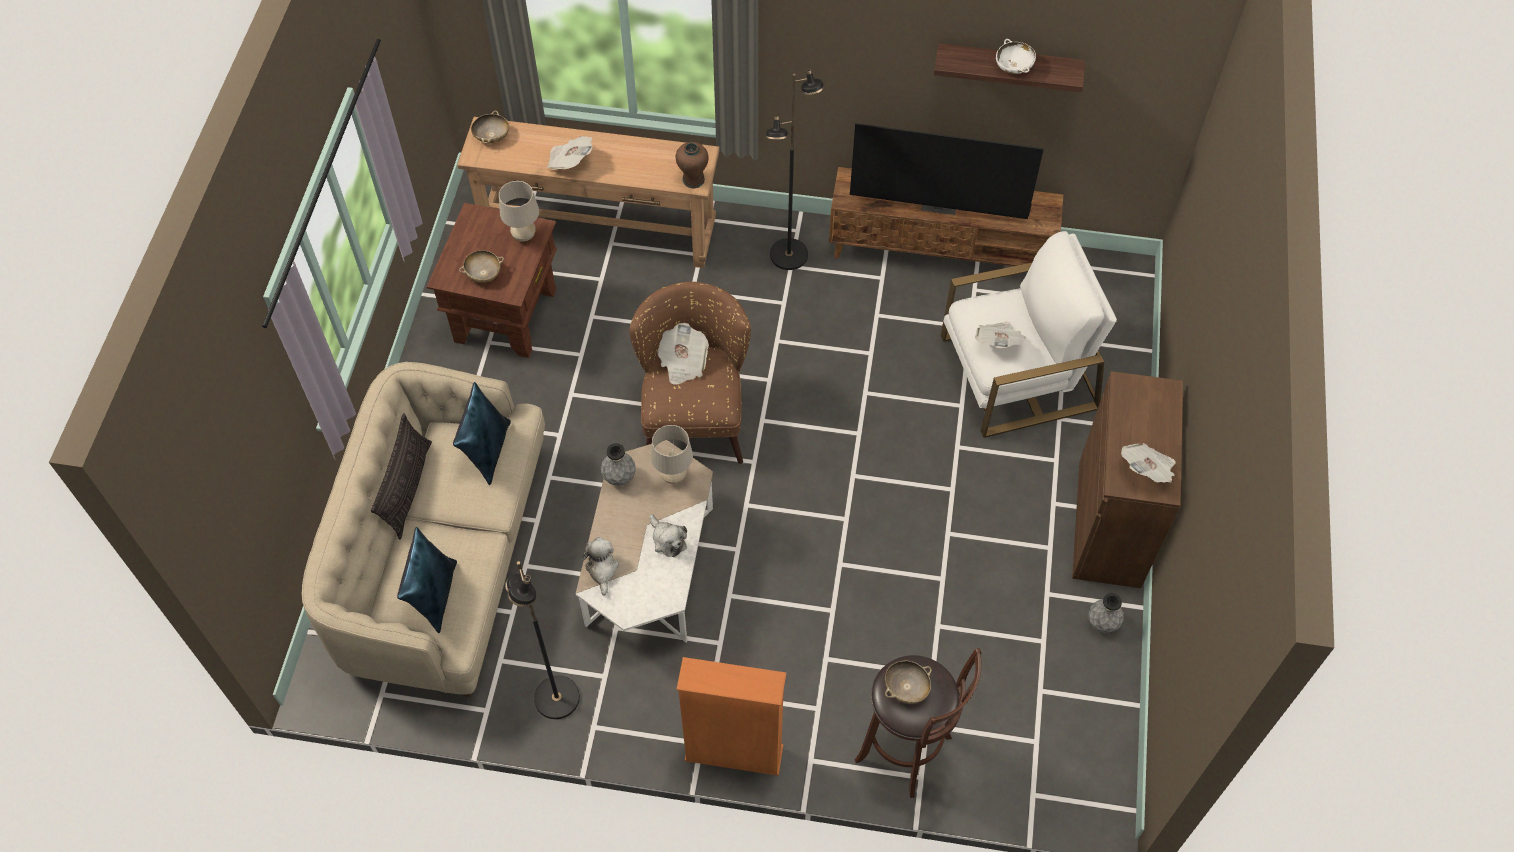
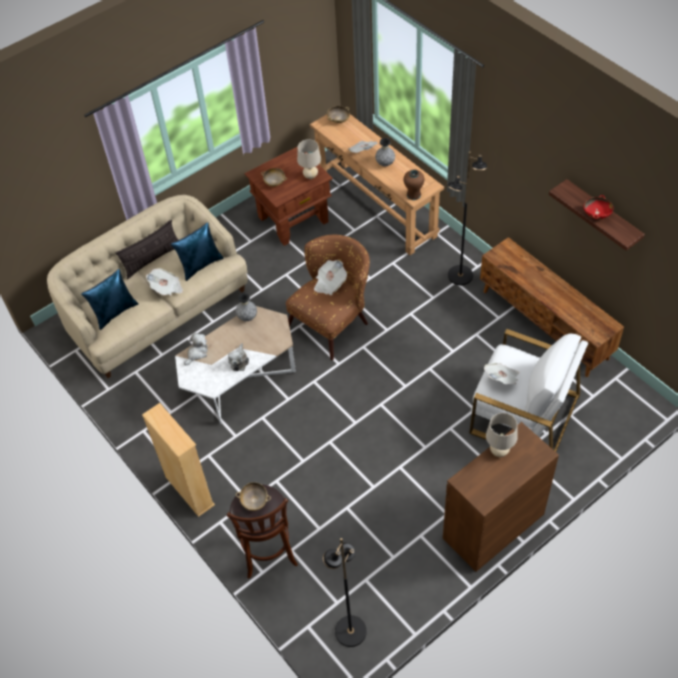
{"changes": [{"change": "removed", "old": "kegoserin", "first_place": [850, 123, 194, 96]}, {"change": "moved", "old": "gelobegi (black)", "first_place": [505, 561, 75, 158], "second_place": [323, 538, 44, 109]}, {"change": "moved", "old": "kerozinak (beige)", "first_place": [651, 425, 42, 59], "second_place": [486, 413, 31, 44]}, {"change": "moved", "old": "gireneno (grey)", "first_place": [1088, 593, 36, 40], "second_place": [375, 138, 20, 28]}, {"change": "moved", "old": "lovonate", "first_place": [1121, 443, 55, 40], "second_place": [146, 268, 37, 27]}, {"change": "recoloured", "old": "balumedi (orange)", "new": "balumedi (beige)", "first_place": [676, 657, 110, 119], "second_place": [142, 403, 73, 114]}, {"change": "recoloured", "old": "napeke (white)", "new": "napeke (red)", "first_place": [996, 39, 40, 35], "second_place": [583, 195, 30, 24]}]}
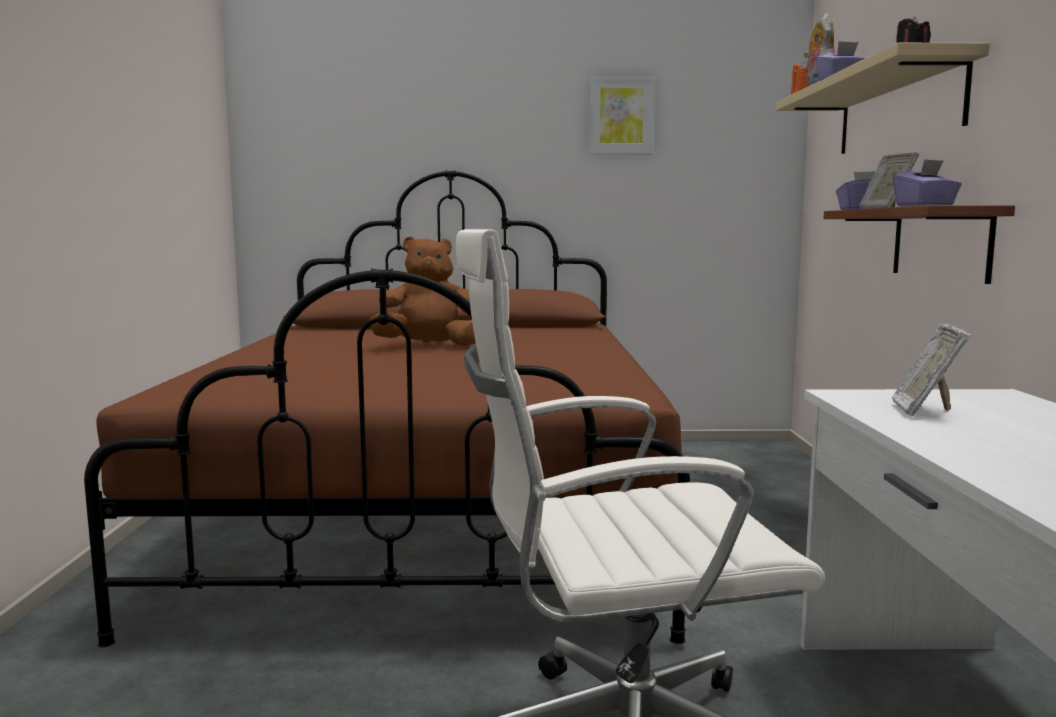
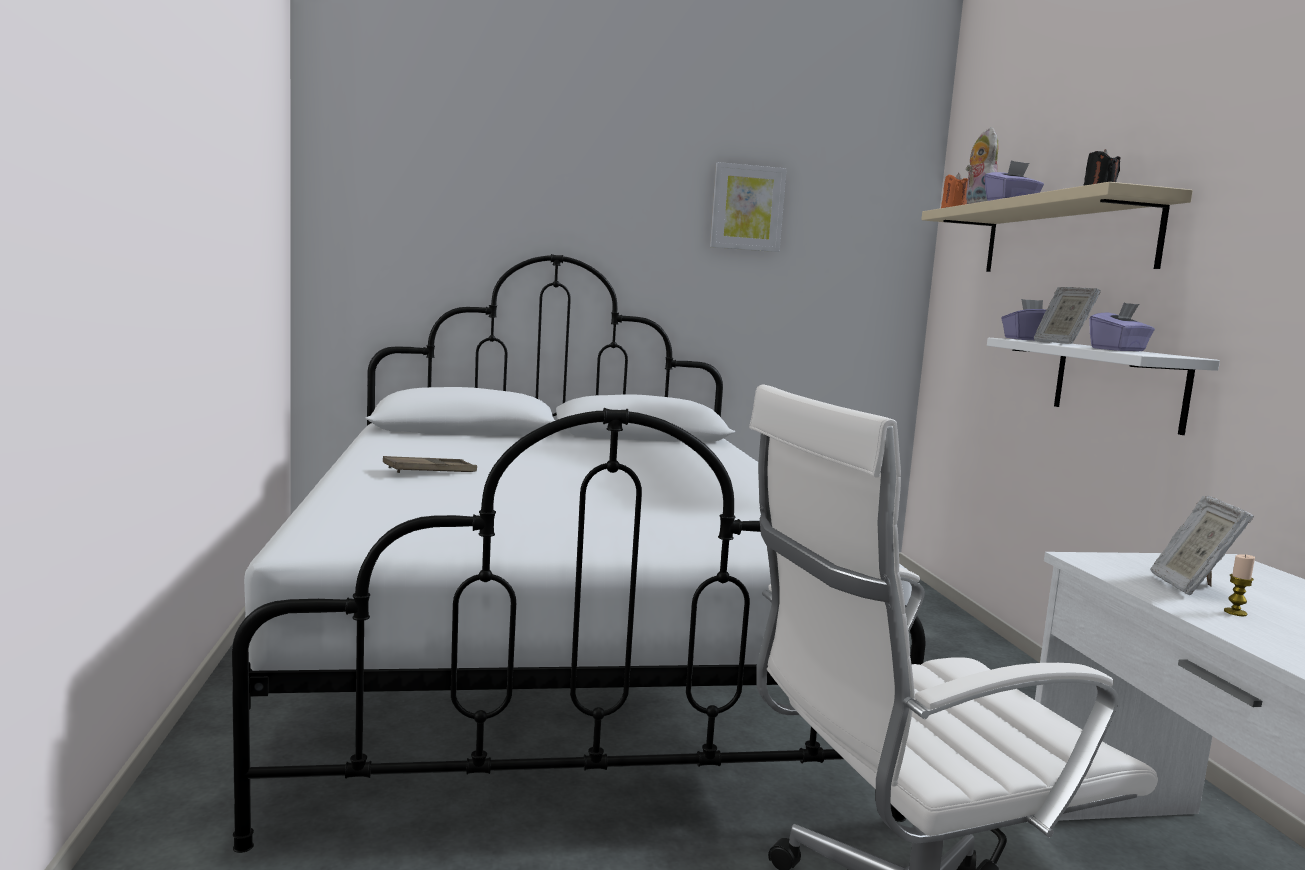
{"changes": [{"change": "removed", "old": "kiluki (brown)", "first_place": [369, 236, 107, 110]}, {"change": "added", "new": "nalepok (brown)", "second_place": [383, 456, 94, 17]}, {"change": "added", "new": "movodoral", "second_place": [1224, 554, 31, 62]}, {"change": "recoloured", "old": "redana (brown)", "new": "redana (white)", "first_place": [84, 170, 606, 477], "second_place": [232, 254, 693, 599]}, {"change": "recoloured", "old": "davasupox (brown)", "new": "davasupox (white)", "first_place": [824, 205, 191, 79], "second_place": [987, 338, 233, 97]}]}
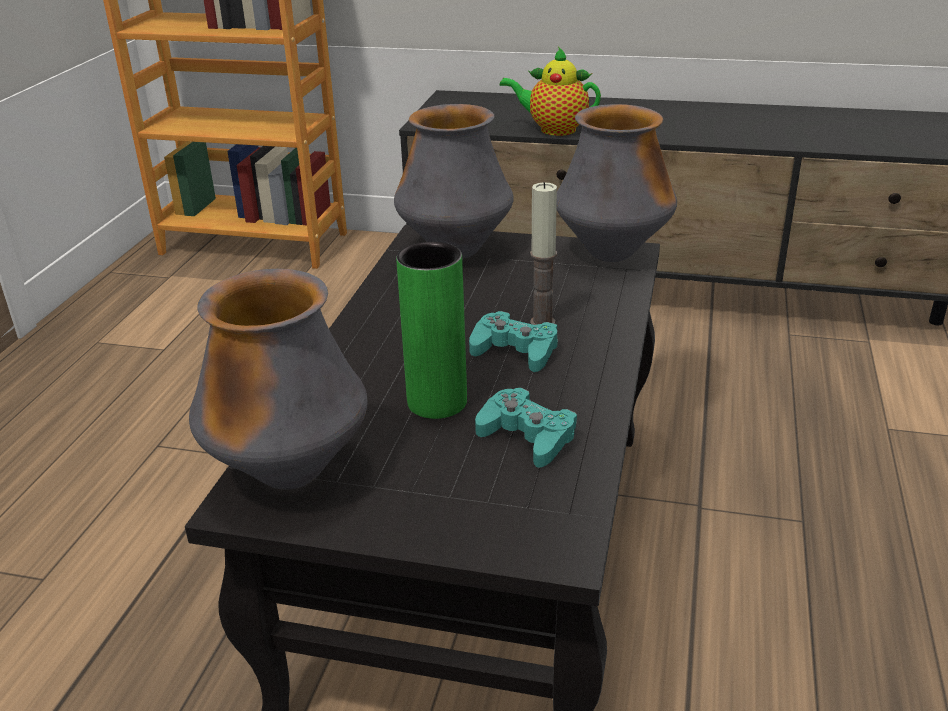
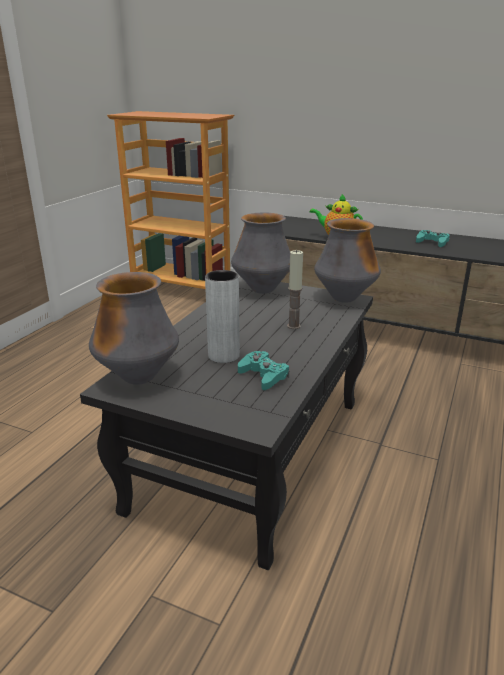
{"changes": [{"change": "moved", "old": "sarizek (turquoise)", "first_place": [469, 311, 89, 61], "second_place": [416, 230, 34, 17]}, {"change": "recoloured", "old": "gireneno (green)", "new": "gireneno (grey)", "first_place": [396, 242, 71, 177], "second_place": [205, 270, 35, 93]}]}
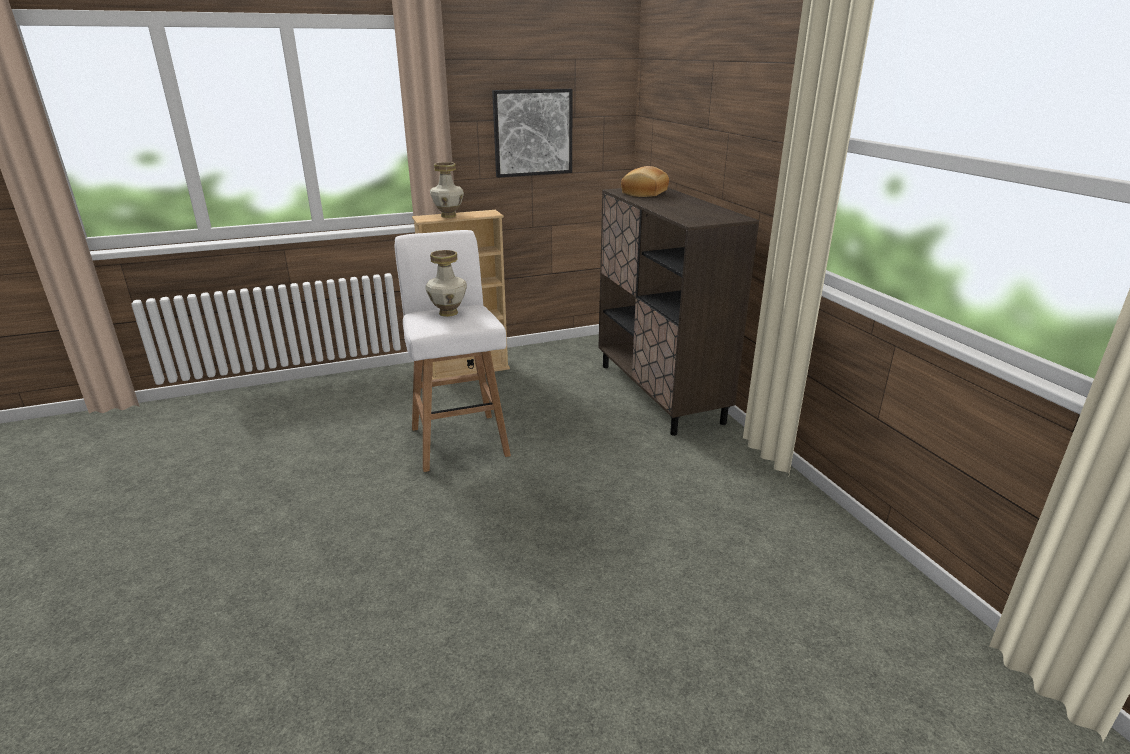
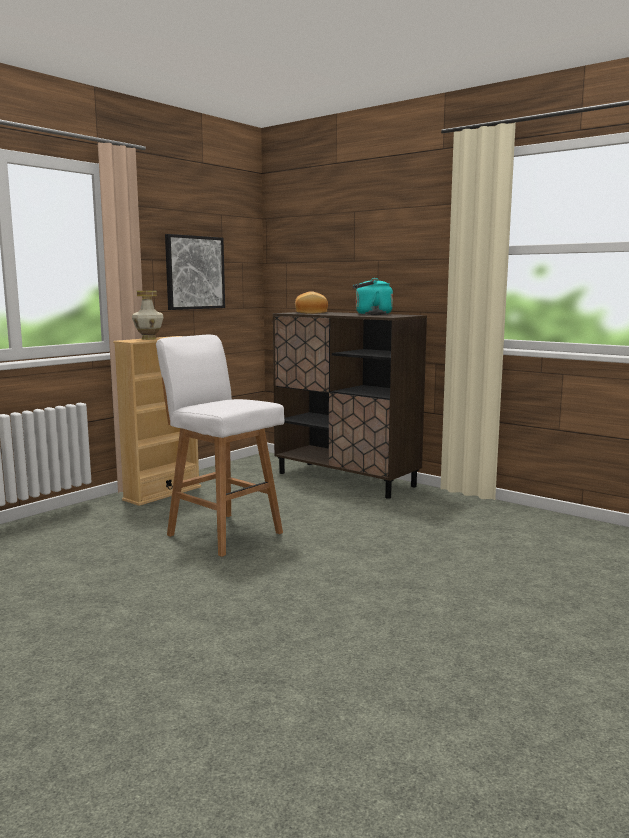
{"changes": [{"change": "removed", "old": "gireneno", "first_place": [425, 250, 42, 67]}, {"change": "added", "new": "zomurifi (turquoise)", "second_place": [353, 278, 40, 37]}]}
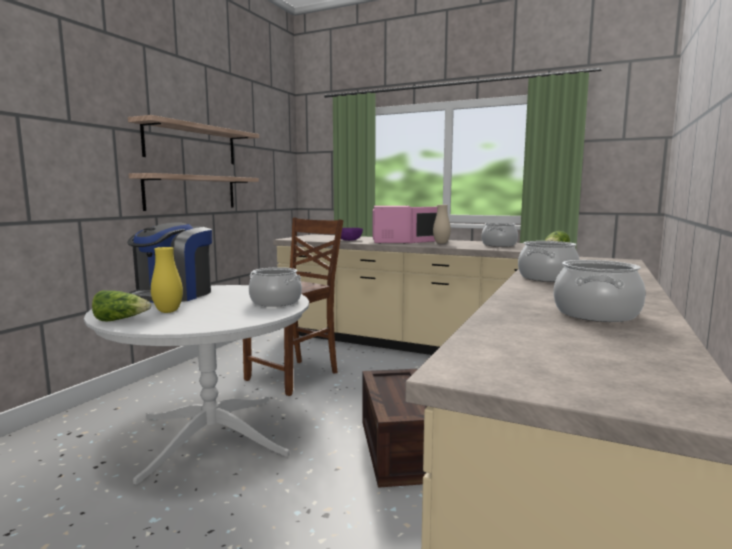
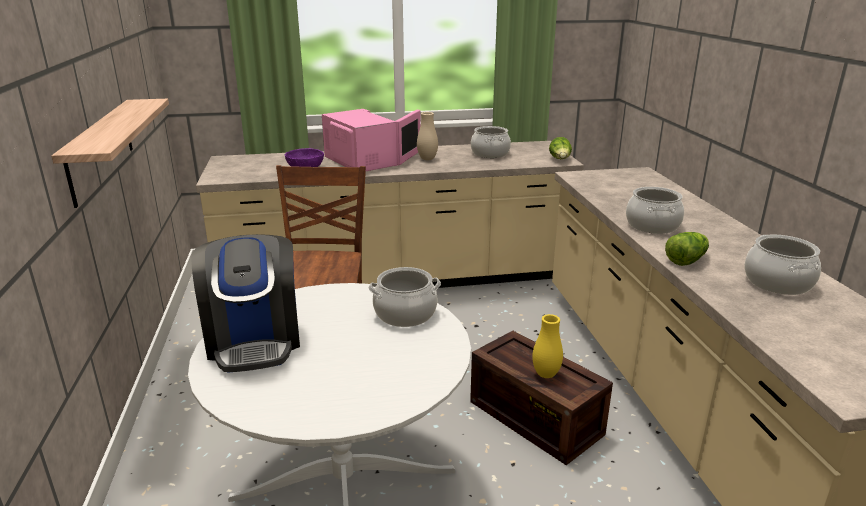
{"changes": [{"change": "removed", "old": "davasupox", "first_place": [128, 115, 131, 49]}, {"change": "moved", "old": "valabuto", "first_place": [92, 290, 59, 31], "second_place": [665, 232, 44, 34]}, {"change": "moved", "old": "gireneno (yellow)", "first_place": [151, 247, 32, 66], "second_place": [532, 314, 31, 64]}]}
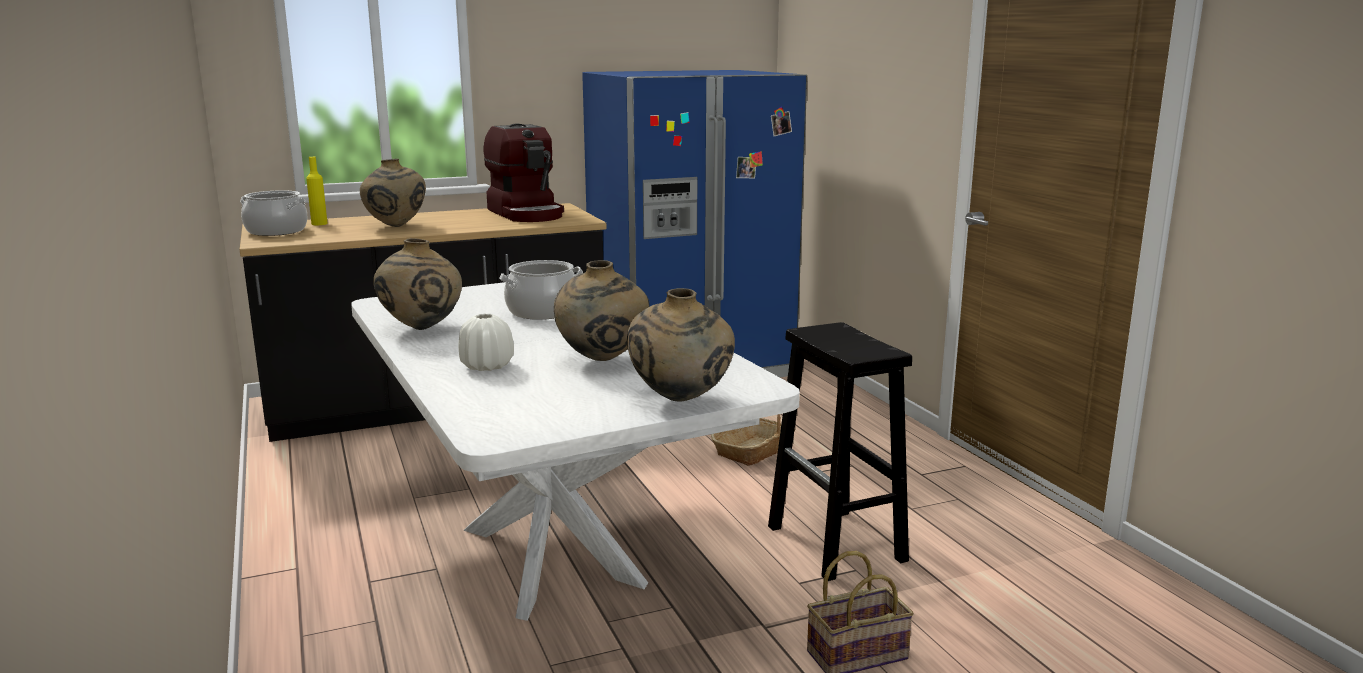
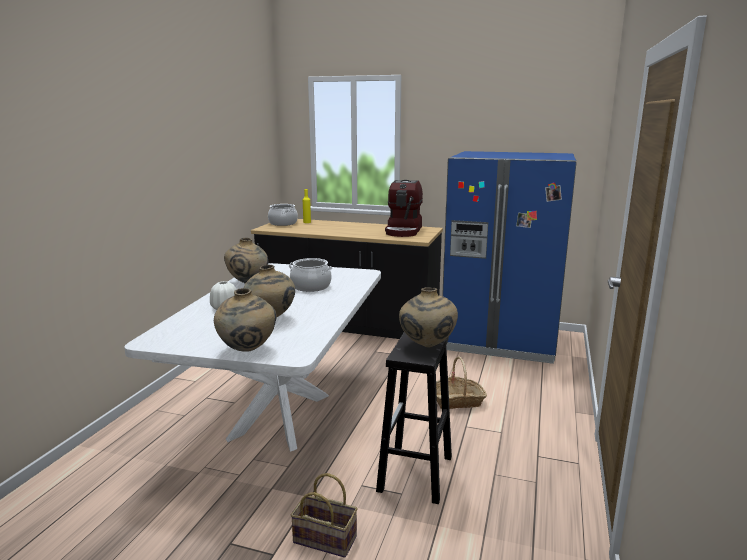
{"changes": [{"change": "moved", "old": "gireneno (beige)", "first_place": [360, 159, 66, 68], "second_place": [399, 287, 59, 61]}]}
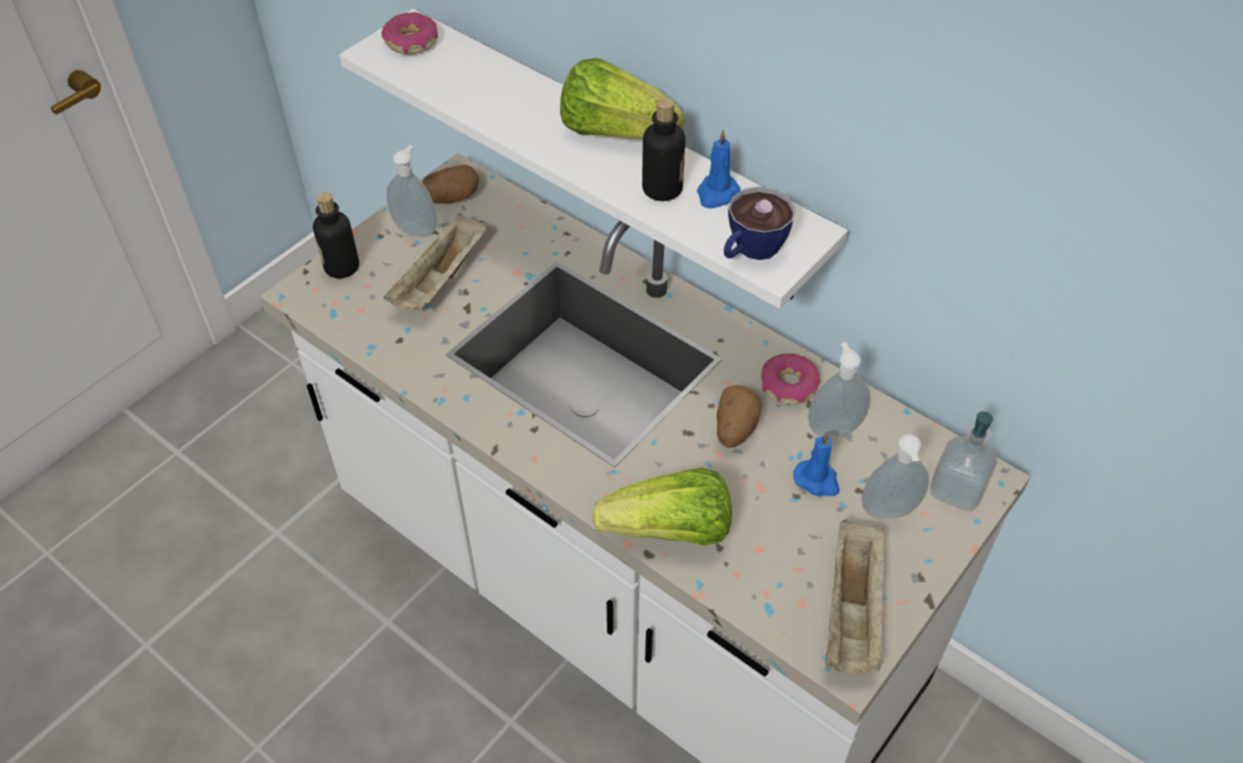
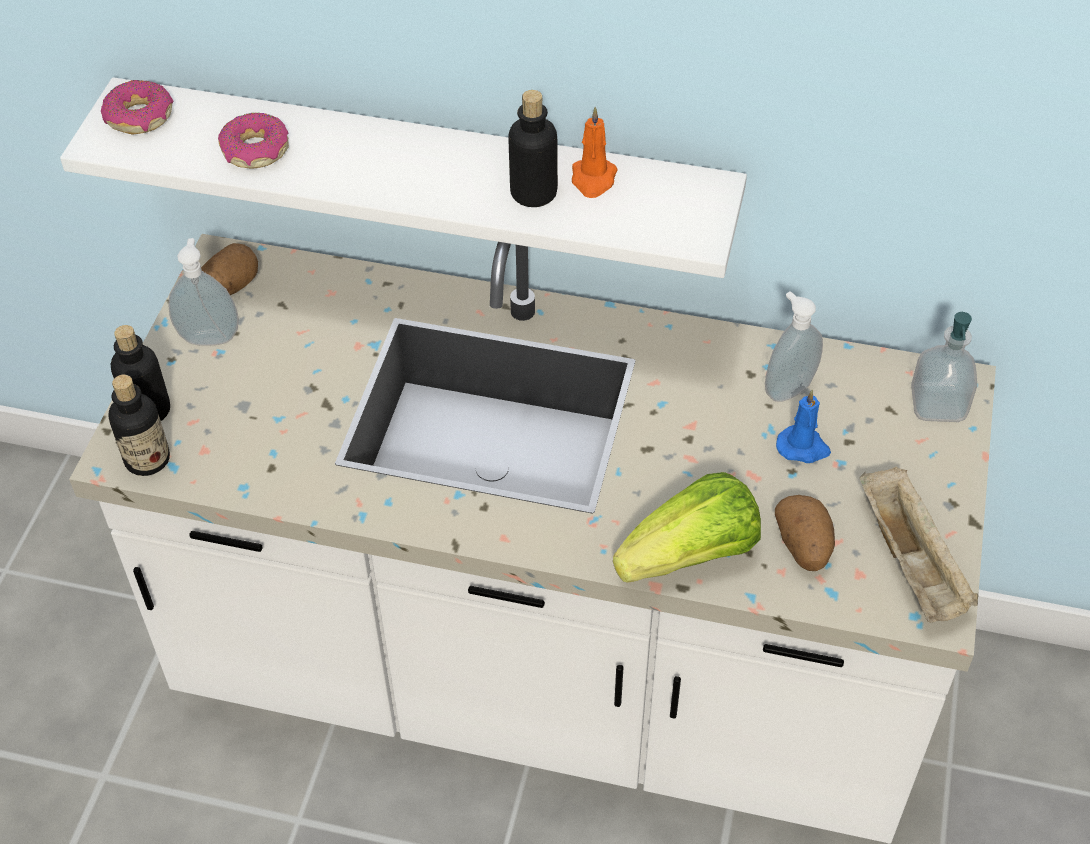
{"changes": [{"change": "removed", "old": "nalepok (beige)", "first_place": [384, 213, 103, 98]}, {"change": "removed", "old": "valabuto", "first_place": [560, 58, 125, 81]}, {"change": "removed", "old": "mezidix", "first_place": [724, 186, 72, 74]}, {"change": "removed", "old": "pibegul", "first_place": [861, 434, 68, 85]}, {"change": "added", "new": "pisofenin", "second_place": [108, 374, 62, 102]}, {"change": "moved", "old": "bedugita", "first_place": [717, 385, 45, 63], "second_place": [775, 495, 60, 76]}, {"change": "moved", "old": "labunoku", "first_place": [761, 354, 59, 50], "second_place": [218, 113, 71, 56]}, {"change": "recoloured", "old": "movodoral (blue)", "new": "movodoral (orange)", "first_place": [697, 130, 44, 79], "second_place": [572, 107, 46, 91]}]}
